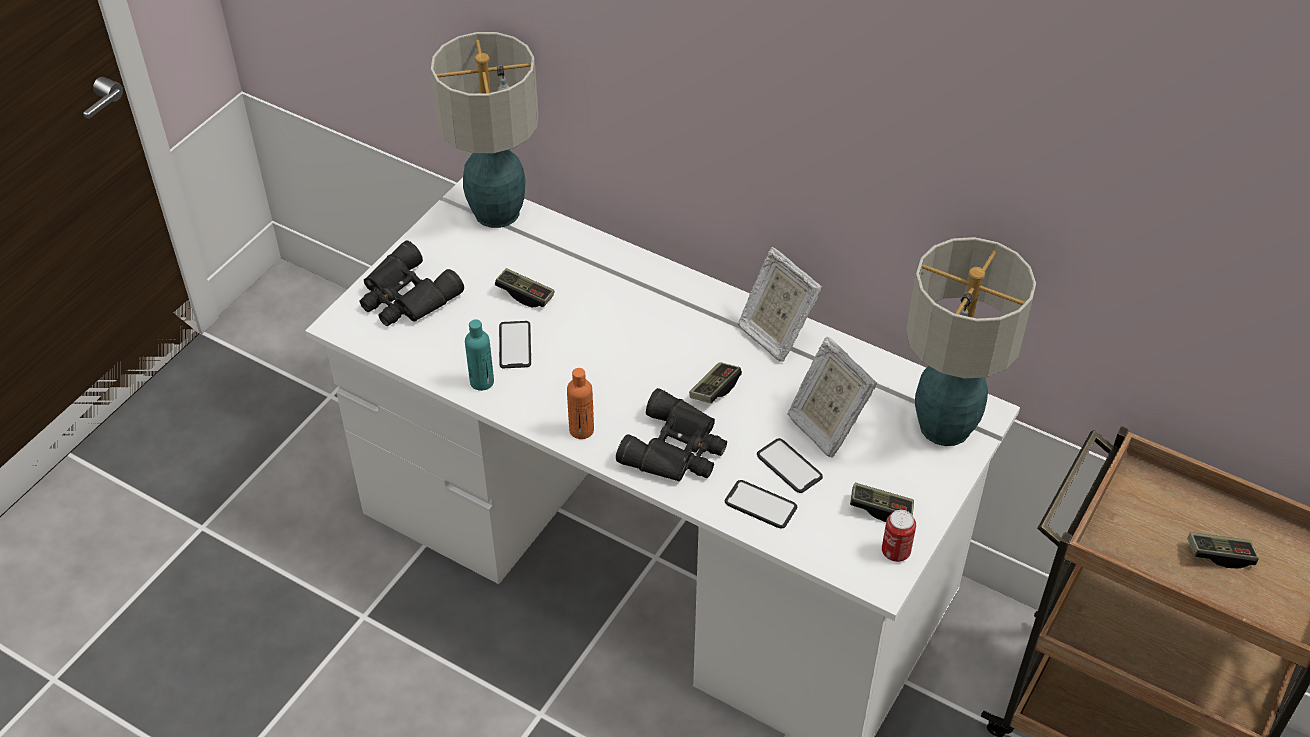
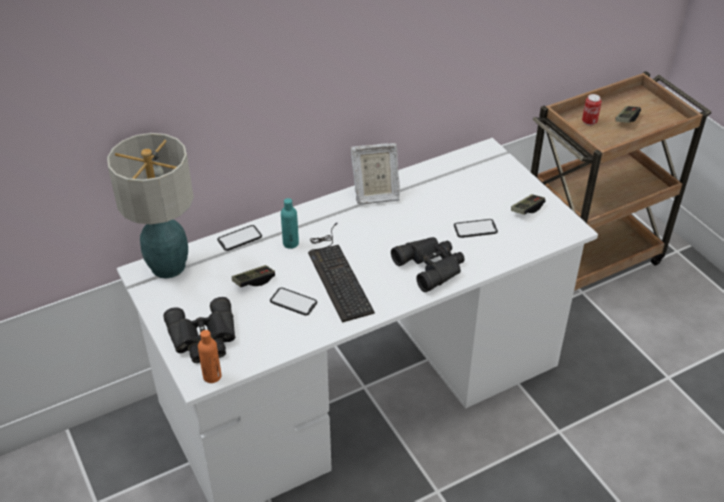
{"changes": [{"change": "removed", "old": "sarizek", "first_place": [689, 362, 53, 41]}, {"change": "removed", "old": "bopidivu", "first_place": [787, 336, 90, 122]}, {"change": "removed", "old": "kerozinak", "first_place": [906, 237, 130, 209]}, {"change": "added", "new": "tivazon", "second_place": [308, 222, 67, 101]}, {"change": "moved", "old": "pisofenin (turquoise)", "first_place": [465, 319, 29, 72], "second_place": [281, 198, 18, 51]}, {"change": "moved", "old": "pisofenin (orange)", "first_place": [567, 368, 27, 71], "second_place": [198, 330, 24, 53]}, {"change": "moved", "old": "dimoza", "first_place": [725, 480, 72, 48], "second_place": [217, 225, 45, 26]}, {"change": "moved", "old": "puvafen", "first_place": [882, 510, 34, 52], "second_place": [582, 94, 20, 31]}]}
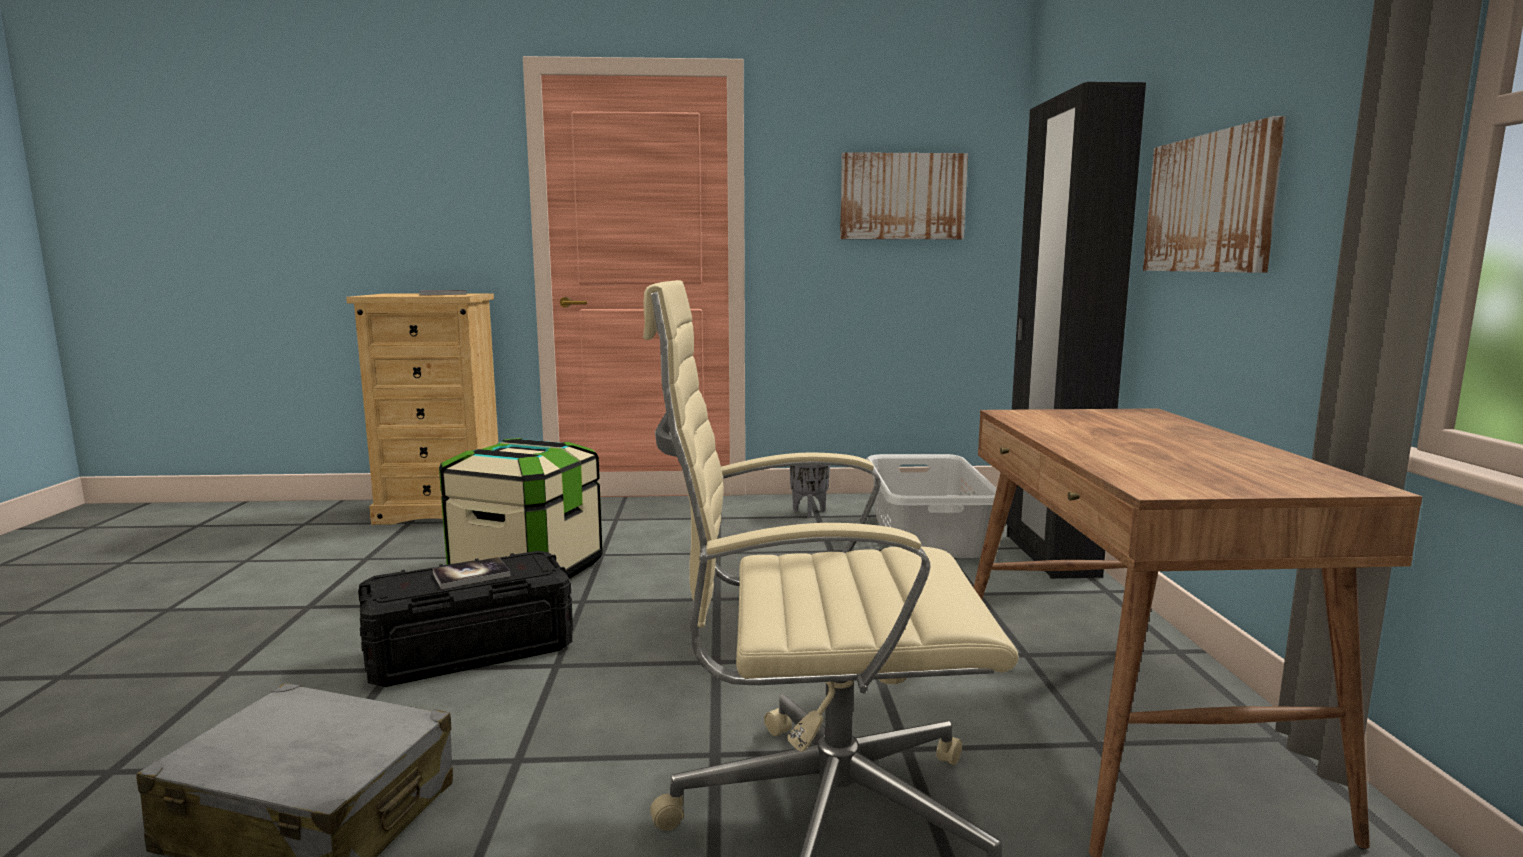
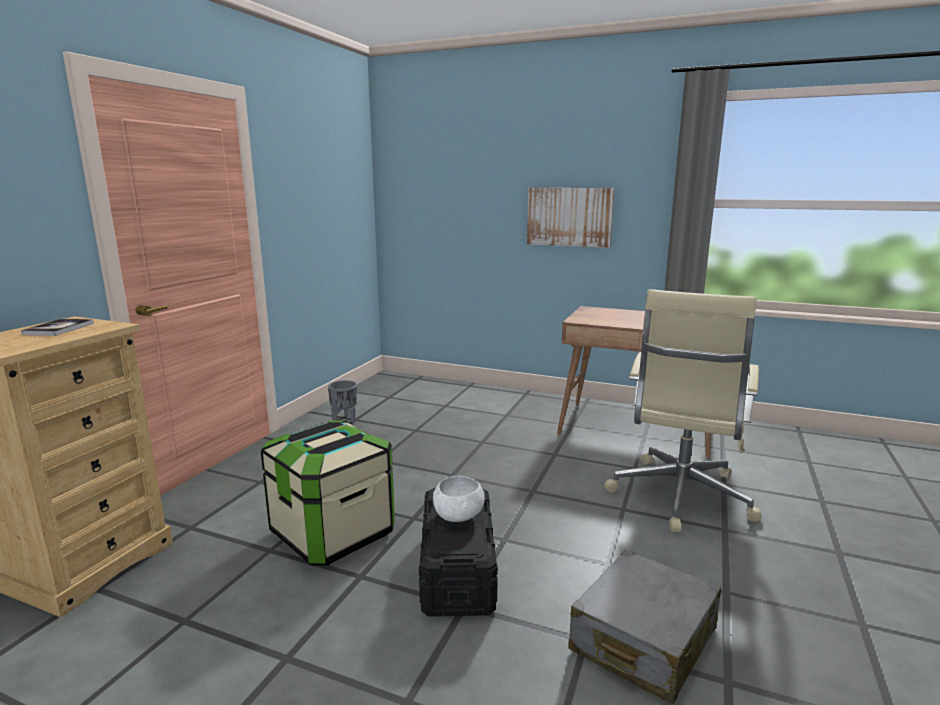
{"changes": [{"change": "removed", "old": "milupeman", "first_place": [840, 152, 128, 87]}, {"change": "removed", "old": "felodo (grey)", "first_place": [866, 454, 131, 104]}, {"change": "removed", "old": "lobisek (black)", "first_place": [1006, 82, 140, 497]}, {"change": "replaced", "old": "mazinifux", "new": "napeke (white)", "first_place": [433, 557, 77, 32], "second_place": [433, 476, 52, 46]}]}
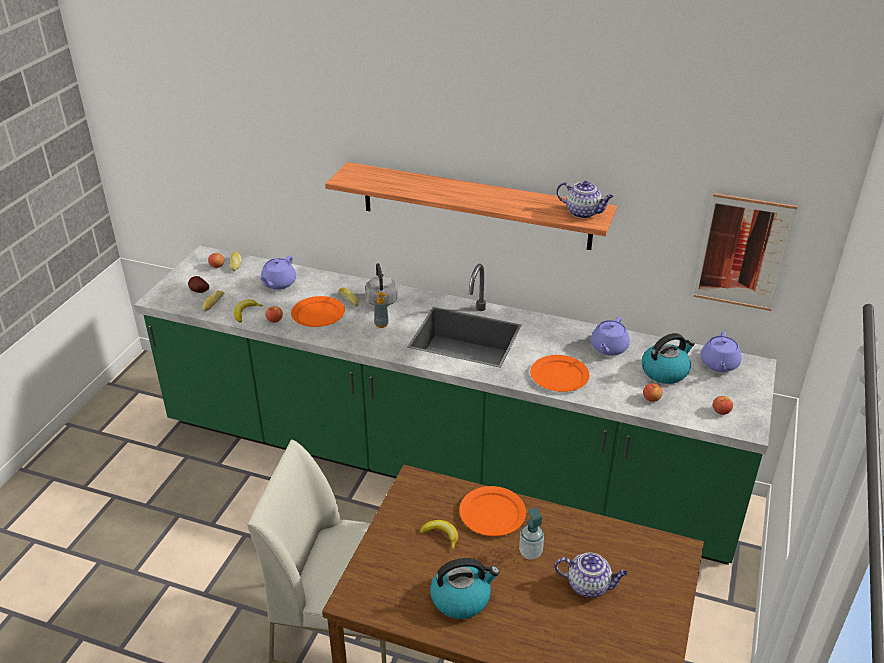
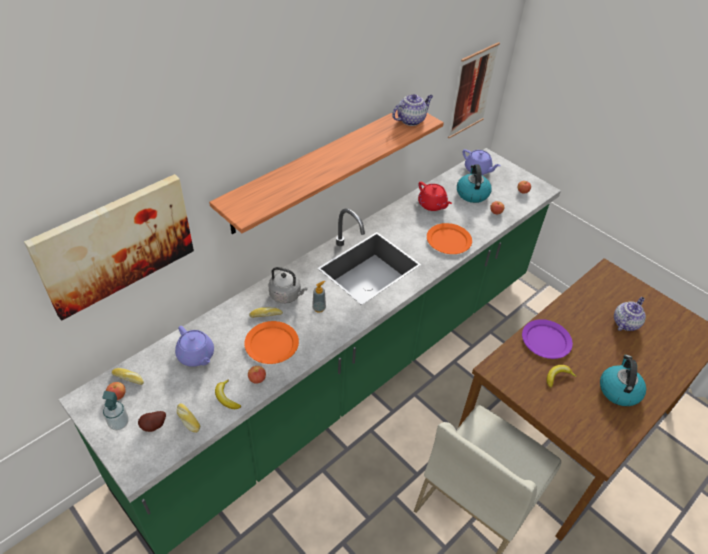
{"changes": [{"change": "added", "new": "milupeman", "second_place": [24, 174, 170, 146]}, {"change": "moved", "old": "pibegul", "first_place": [519, 507, 25, 53], "second_place": [102, 391, 27, 40]}, {"change": "recoloured", "old": "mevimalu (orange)", "new": "mevimalu (purple)", "first_place": [459, 486, 67, 50], "second_place": [522, 319, 51, 40]}, {"change": "recoloured", "old": "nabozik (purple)", "new": "nabozik (red)", "first_place": [591, 317, 39, 39], "second_place": [418, 182, 34, 29]}]}
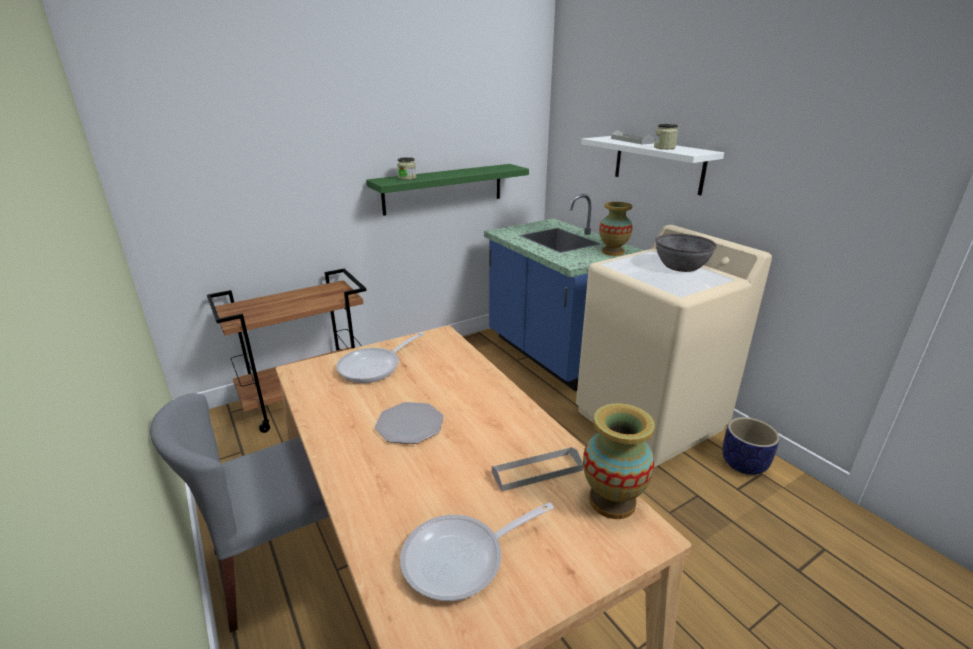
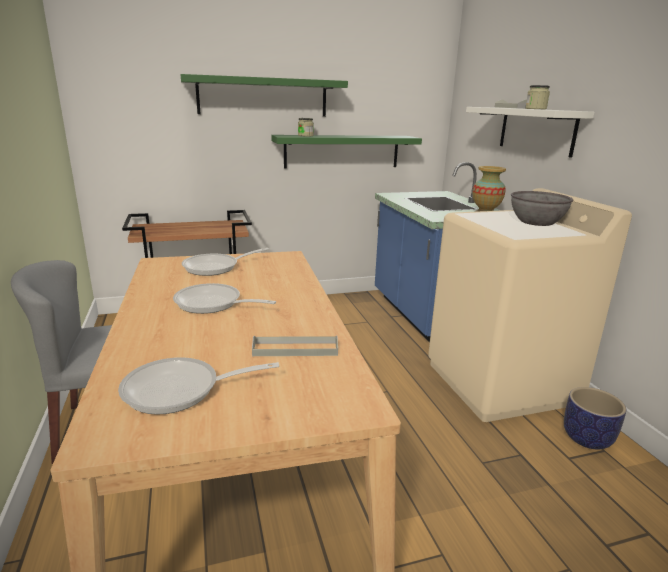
{"changes": [{"change": "removed", "old": "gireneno", "first_place": [583, 403, 72, 116]}, {"change": "added", "new": "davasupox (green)", "second_place": [181, 74, 167, 43]}, {"change": "replaced", "old": "mevimalu", "new": "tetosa", "first_place": [375, 402, 69, 42], "second_place": [173, 283, 103, 31]}]}
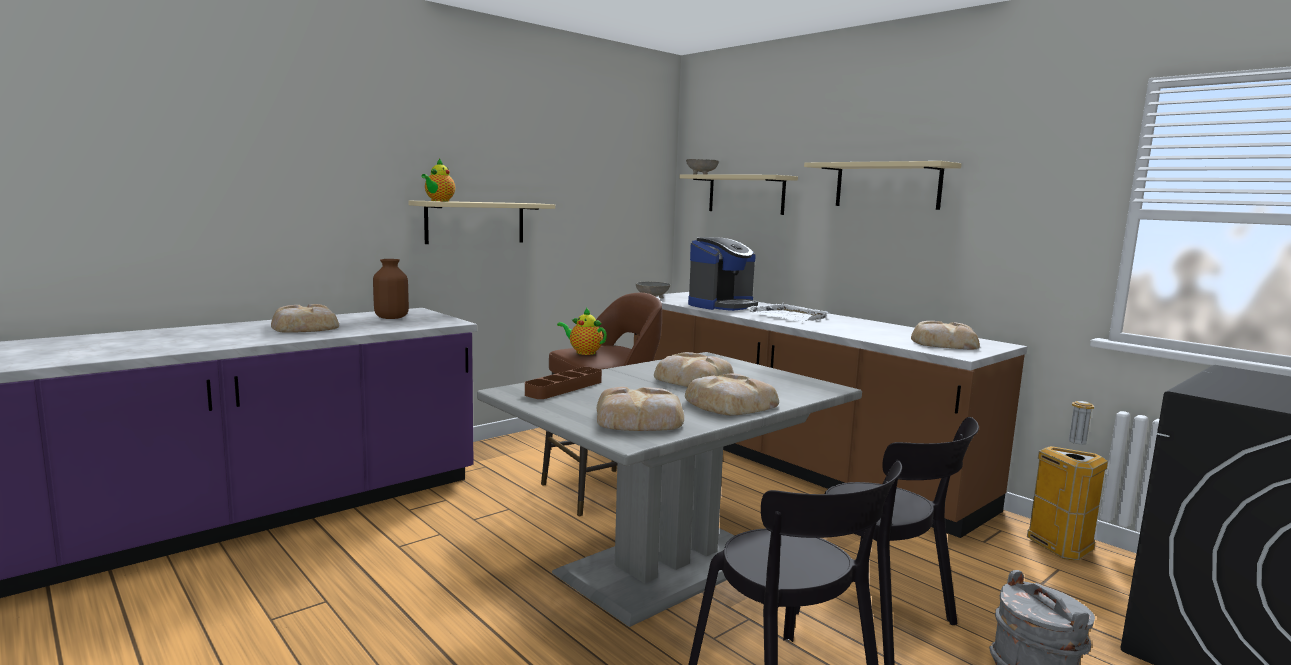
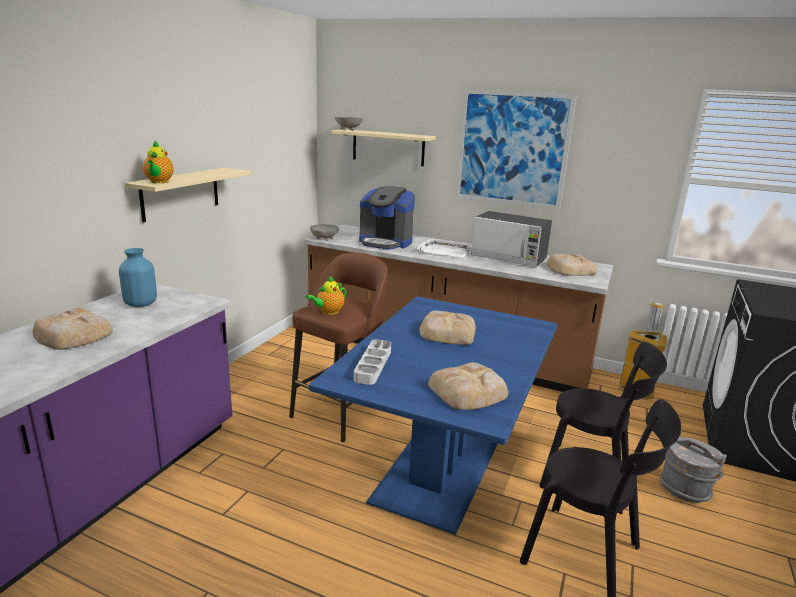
{"changes": [{"change": "removed", "old": "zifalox", "first_place": [685, 374, 94, 41]}, {"change": "added", "new": "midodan", "second_place": [471, 211, 81, 56]}, {"change": "replaced", "old": "davasupox (beige)", "new": "milupeman", "first_place": [804, 161, 158, 49], "second_place": [456, 89, 121, 121]}, {"change": "recoloured", "old": "gireneno (brown)", "new": "gireneno (blue)", "first_place": [373, 259, 36, 60], "second_place": [119, 248, 38, 59]}, {"change": "recoloured", "old": "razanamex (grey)", "new": "razanamex (blue)", "first_place": [477, 352, 385, 275], "second_place": [309, 296, 248, 239]}, {"change": "recoloured", "old": "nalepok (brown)", "new": "nalepok (grey)", "first_place": [525, 367, 77, 32], "second_place": [354, 339, 37, 46]}, {"change": "turned", "old": "nabozik", "first_place": [557, 308, 50, 47], "second_place": [306, 276, 40, 39], "degrees": -45}, {"change": "turned", "old": "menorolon", "first_place": [688, 237, 70, 74], "second_place": [359, 186, 56, 64], "degrees": 90}]}
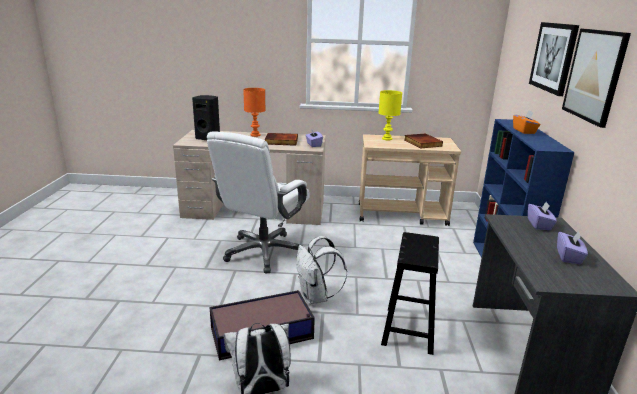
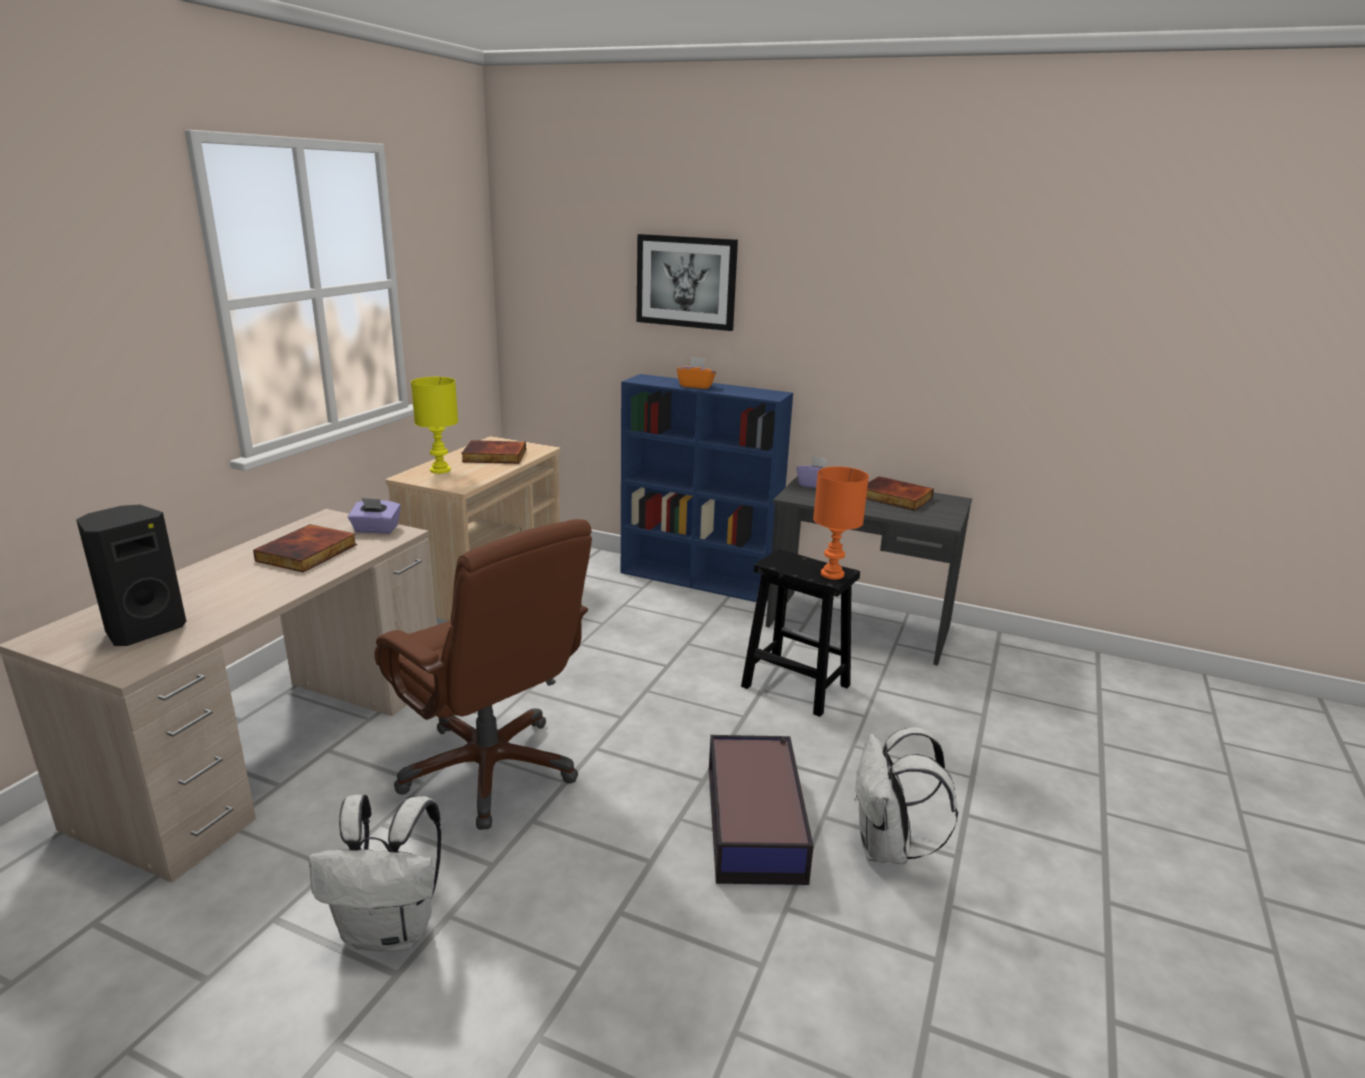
{"changes": [{"change": "removed", "old": "milupeman", "first_place": [562, 29, 69, 99]}, {"change": "moved", "old": "kerozinak (orange)", "first_place": [243, 88, 23, 49], "second_place": [813, 466, 56, 114]}, {"change": "moved", "old": "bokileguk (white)", "first_place": [296, 236, 51, 69], "second_place": [309, 794, 132, 157]}, {"change": "replaced", "old": "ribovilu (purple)", "new": "mazinifux", "first_place": [557, 231, 31, 33], "second_place": [866, 476, 68, 35]}, {"change": "recoloured", "old": "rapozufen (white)", "new": "rapozufen (brown)", "first_place": [207, 131, 103, 143], "second_place": [374, 519, 218, 311]}]}
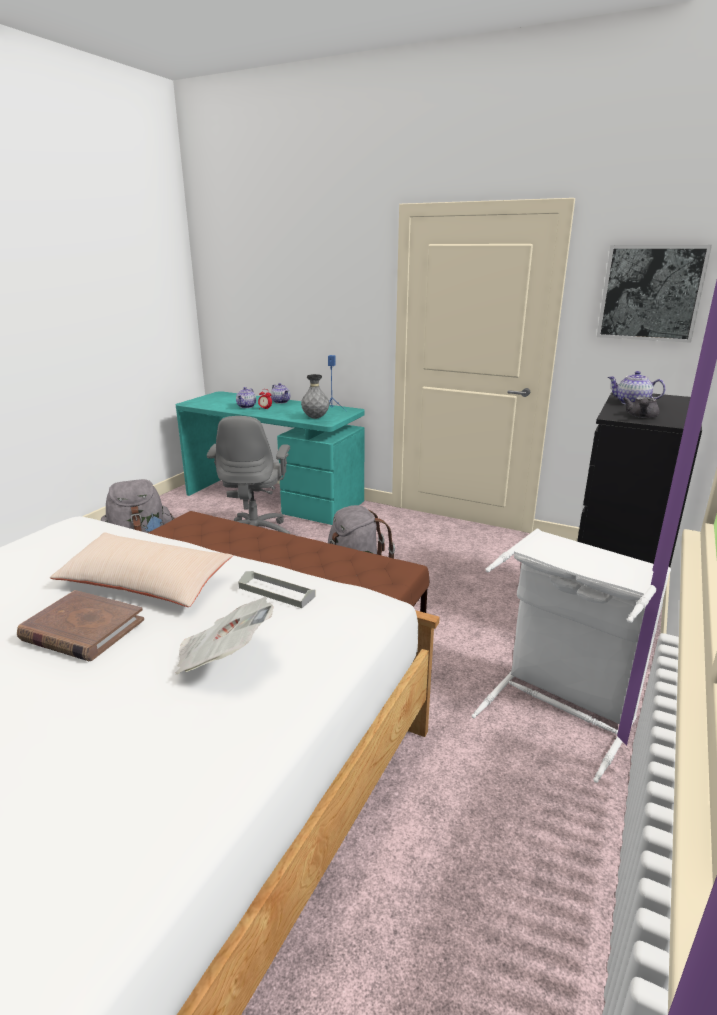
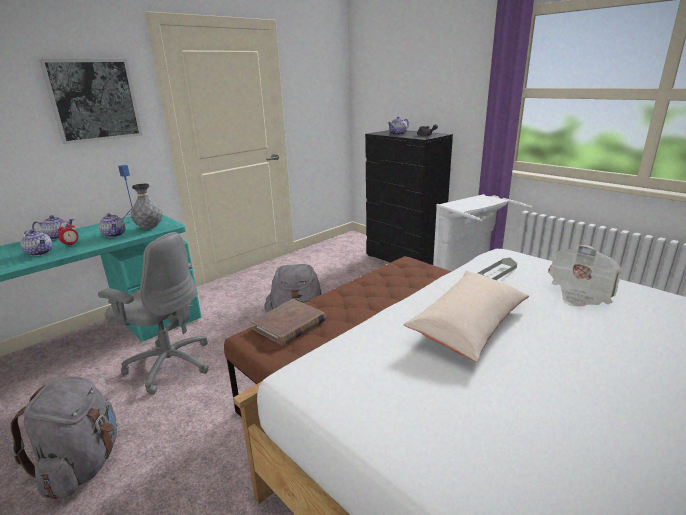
{"changes": [{"change": "added", "new": "nabozik", "second_place": [99, 213, 26, 25]}, {"change": "moved", "old": "mazinifux (brown)", "first_place": [17, 590, 127, 71], "second_place": [251, 299, 75, 46]}, {"change": "moved", "old": "milupeman", "first_place": [597, 245, 115, 98], "second_place": [39, 59, 103, 85]}]}
